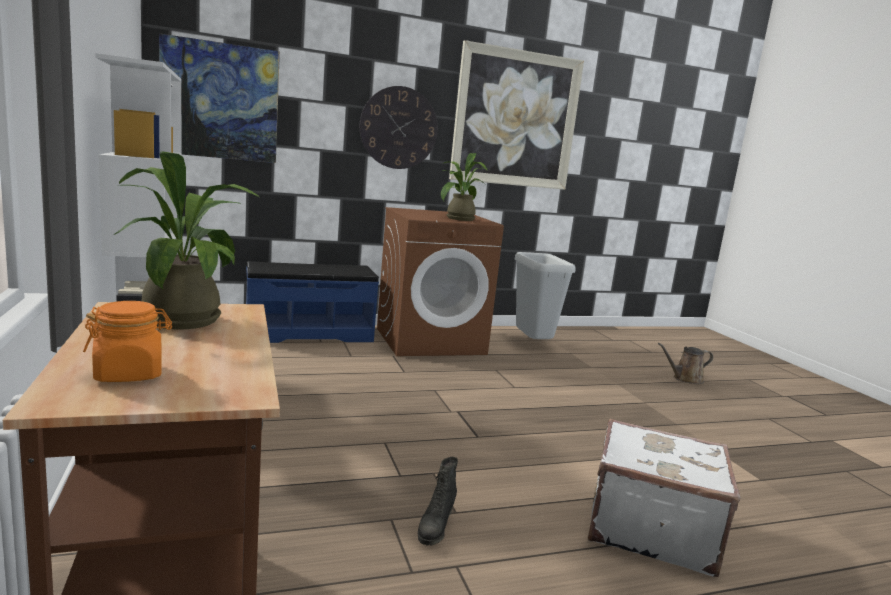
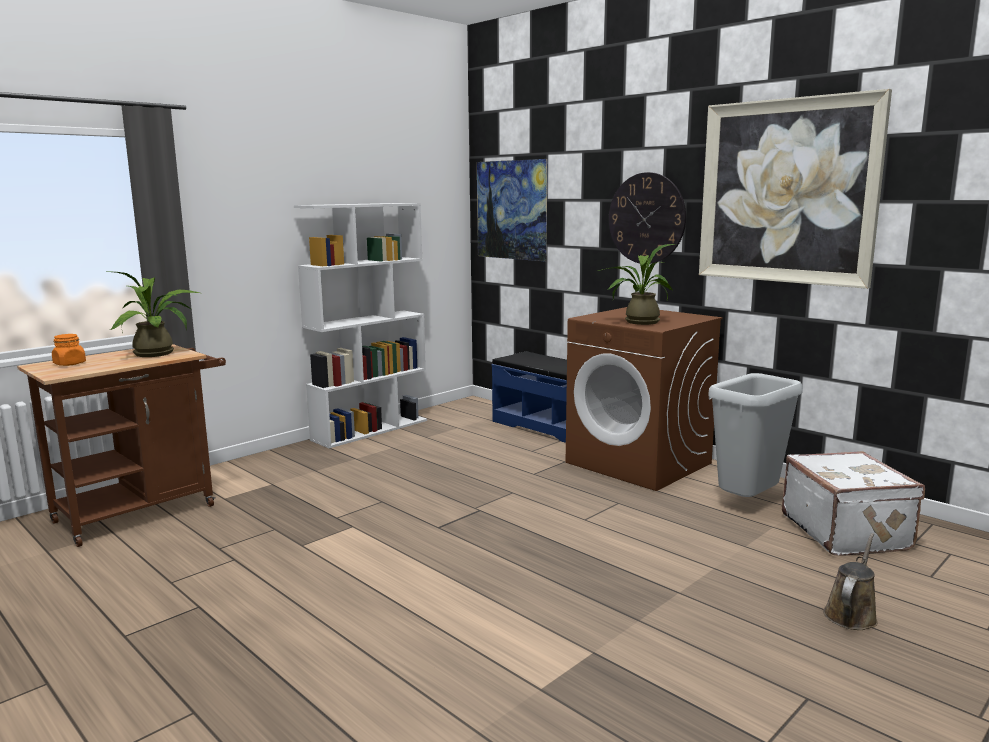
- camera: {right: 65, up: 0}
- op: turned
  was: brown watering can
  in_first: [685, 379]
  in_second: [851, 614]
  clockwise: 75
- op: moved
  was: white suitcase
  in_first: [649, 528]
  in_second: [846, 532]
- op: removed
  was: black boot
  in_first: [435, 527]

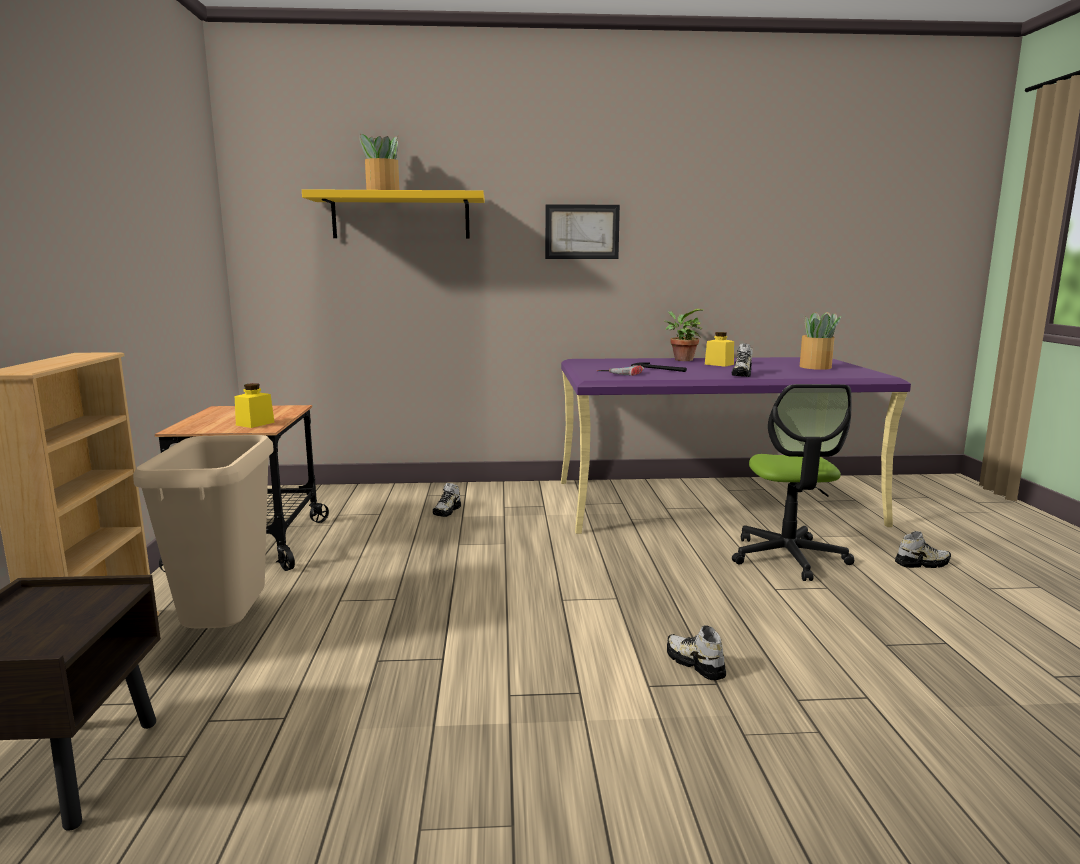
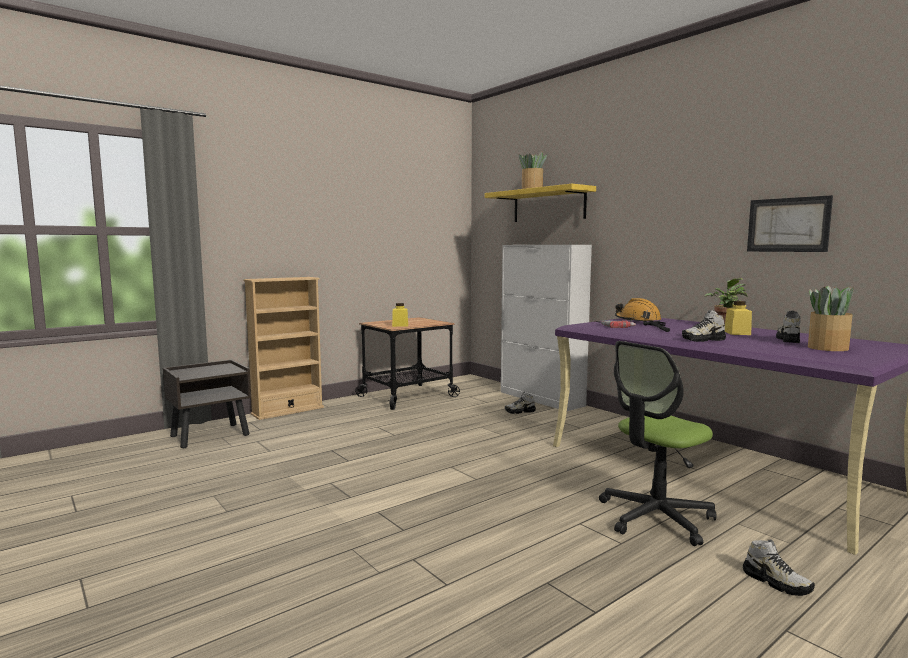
- camera: {right: 55, up: -5}
- op: moved
  was: picture
  in_first: [582, 232]
  in_second: [788, 225]
- op: removed
  was: beige trash can
  in_first: [226, 632]
- op: moved
  was: shoe
  in_first: [695, 664]
  in_second: [787, 340]
- op: added
  now: white cabinet
  in_second: [541, 399]
- op: added
  now: orange hard hat
  in_second: [637, 321]

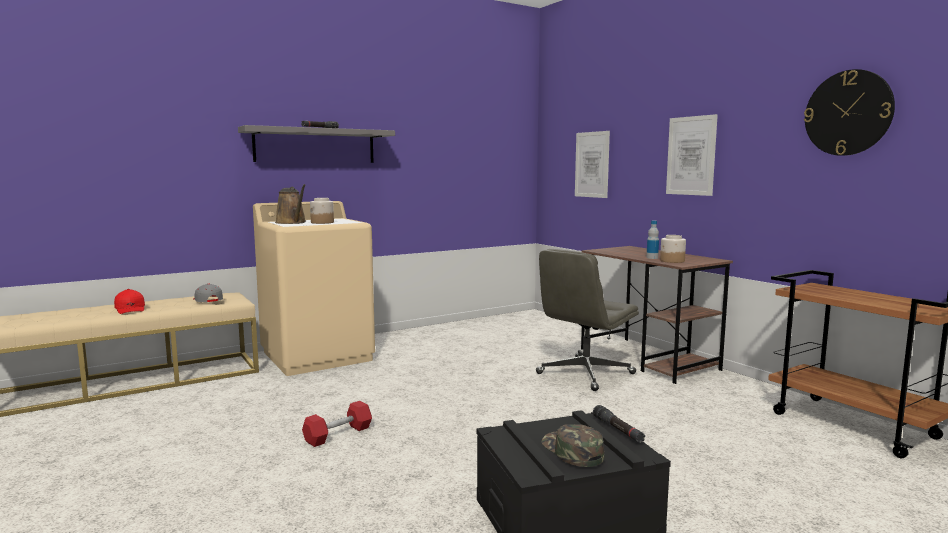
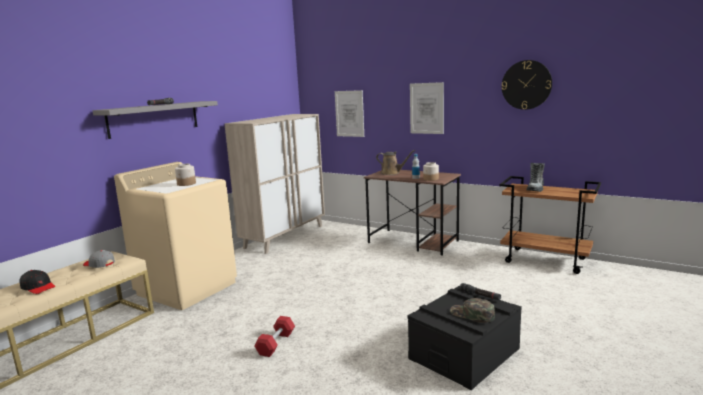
- camera: {right: -25, up: 5}
- op: moved
  was: brown watering can
  in_first: [292, 222]
  in_second: [392, 173]
- op: removed
  was: grey office chair
  in_first: [585, 374]
- op: recoloured
  was: red cap
  now: black cap
  in_first: [130, 309]
  in_second: [38, 287]
- op: added
  now: beige cabinet
  in_second: [285, 236]
- op: added
  now: boot
  in_second: [535, 188]

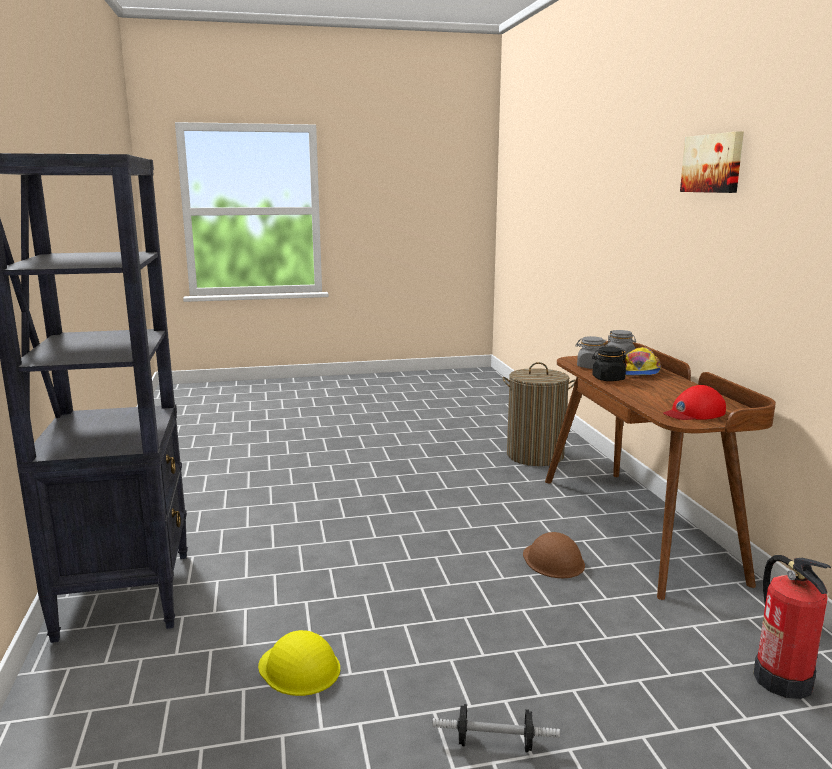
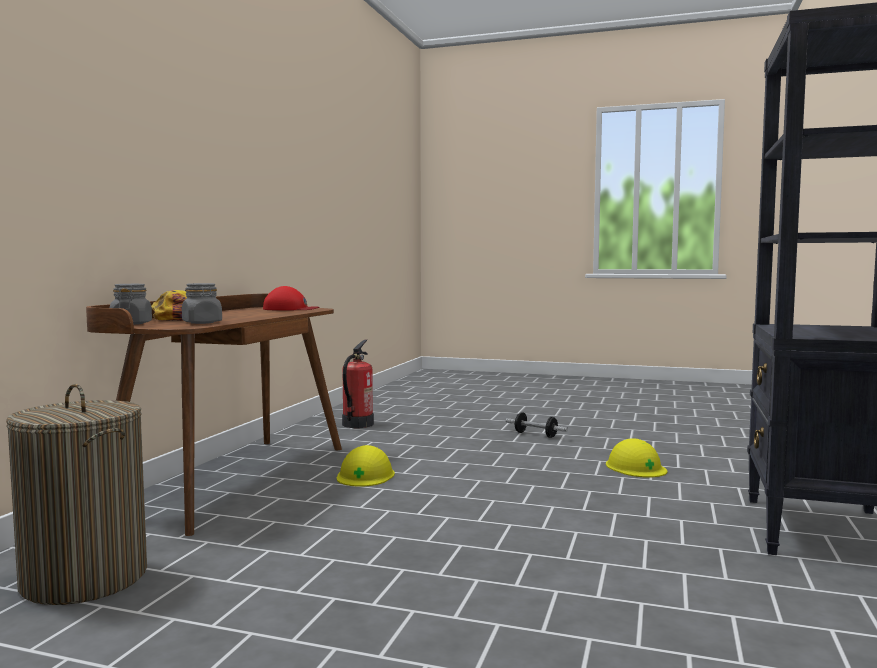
- camera: {right: -150, up: -10}
- op: removed
  was: picture
  in_first: [713, 163]
- op: removed
  was: black jar
  in_first: [608, 379]
- op: recoloured
  was: brown hard hat
  now: yellow hard hat
  in_first: [553, 560]
  in_second: [365, 475]

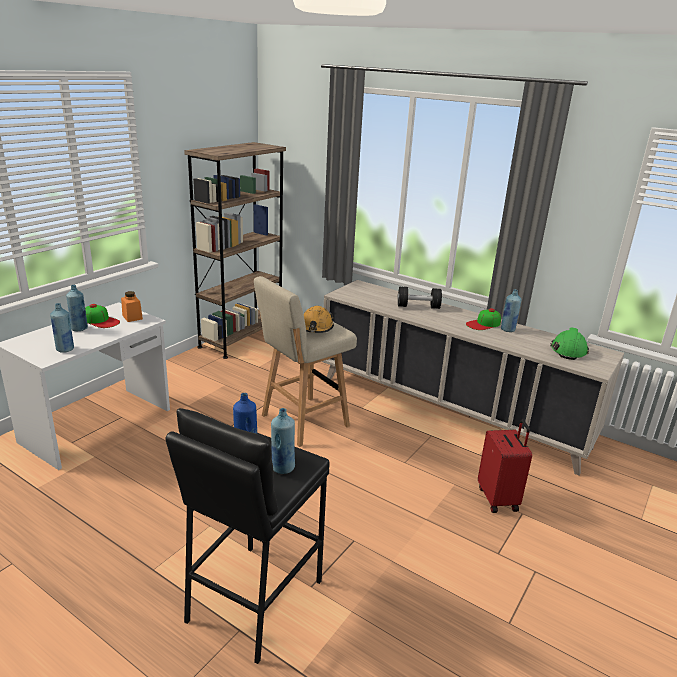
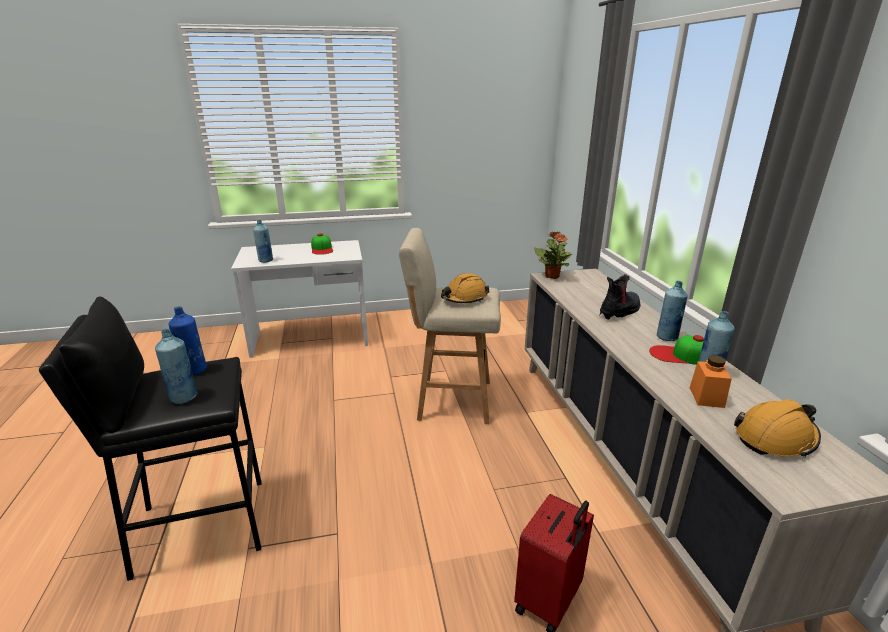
- camera: {right: 45, up: 0}
- op: removed
  was: brown bookcase
  in_first: [241, 338]
- op: moved
  was: blue bottle
  in_first: [79, 328]
  in_second: [667, 337]
- op: replaced
  was: black dumbbell
  now: boot
  in_first: [418, 306]
  in_second: [620, 311]
- op: moved
  was: orange jar
  in_first: [132, 317]
  in_second: [706, 397]
- op: recoloured
  was: green hard hat
  now: orange hard hat
  in_first: [568, 350]
  in_second: [775, 438]
- op: added
  now: potted plant
  in_second: [552, 276]

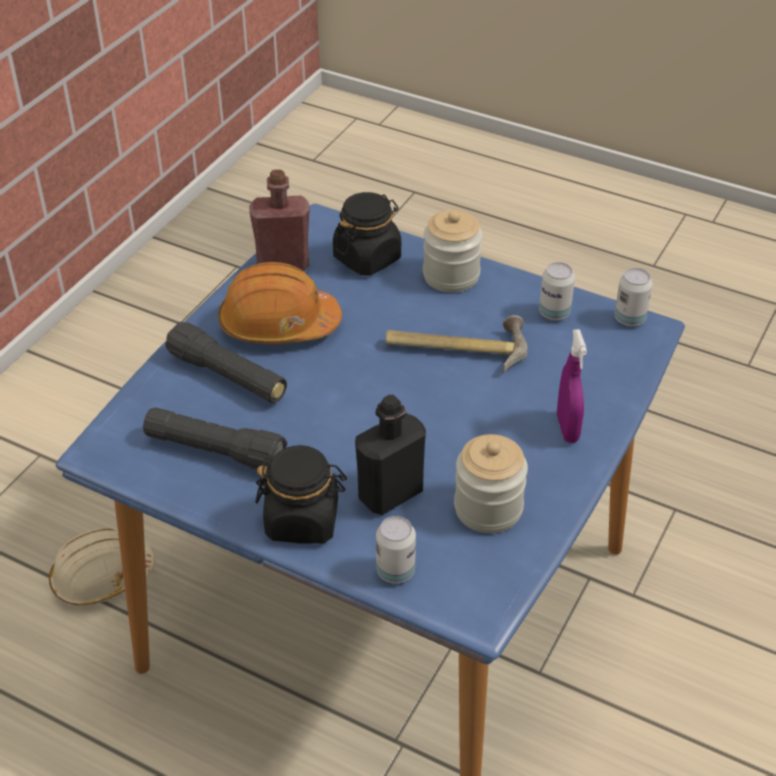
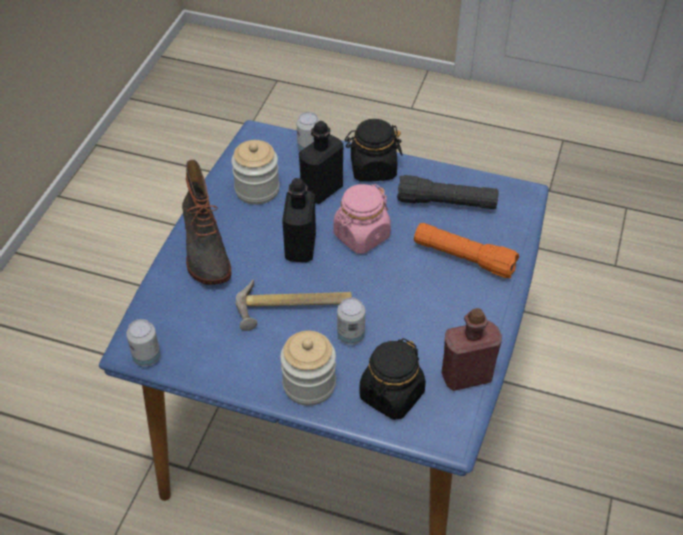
- camera: {right: 170, up: 5}
- op: removed
  was: orange hard hat
  in_first: [278, 324]
- op: moved
  was: can
  in_first: [554, 313]
  in_second: [351, 336]
- op: recoloured
  was: black flashlight
  now: orange flashlight
  in_first: [228, 377]
  in_second: [463, 258]
- op: replaced
  was: purple spray bottle
  now: boot
  in_first: [567, 428]
  in_second: [204, 250]
- op: removed
  was: beige hard hat
  in_first: [102, 577]
- op: added
  now: black bottle
  in_second: [300, 248]
- op: added
  now: pink jar
  in_second: [361, 236]

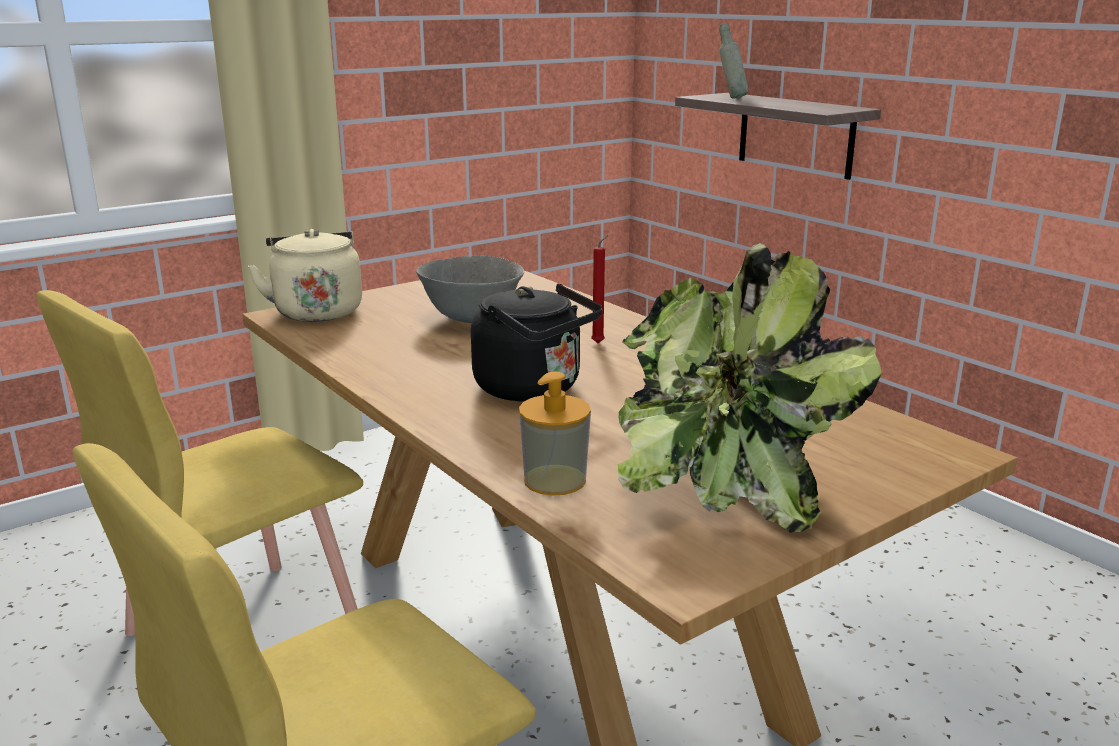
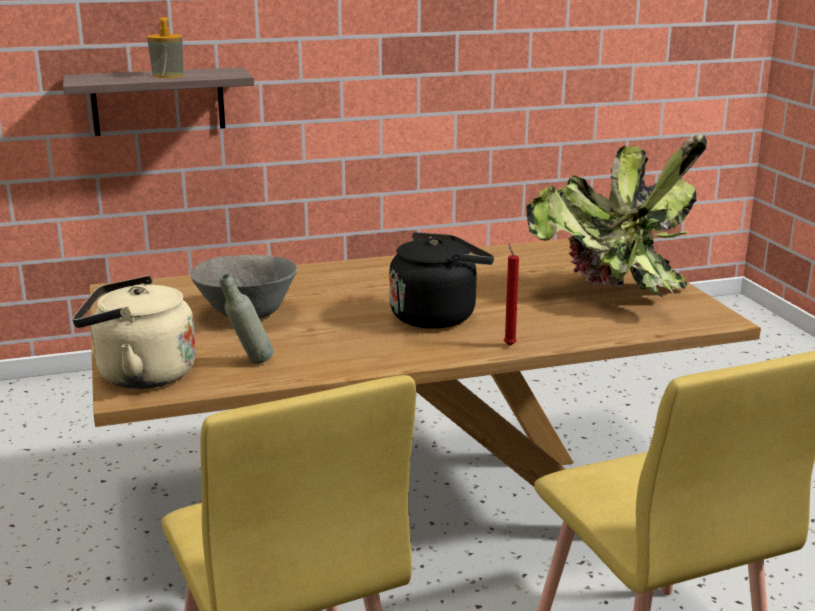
- camera: {right: -70, up: 0}
- op: moved
  was: grey bottle
  in_first: [731, 98]
  in_second: [249, 363]
- op: moved
  was: red candle
  in_first: [599, 343]
  in_second: [509, 344]
- op: moved
  was: soap dispenser
  in_first: [554, 480]
  in_second: [168, 75]

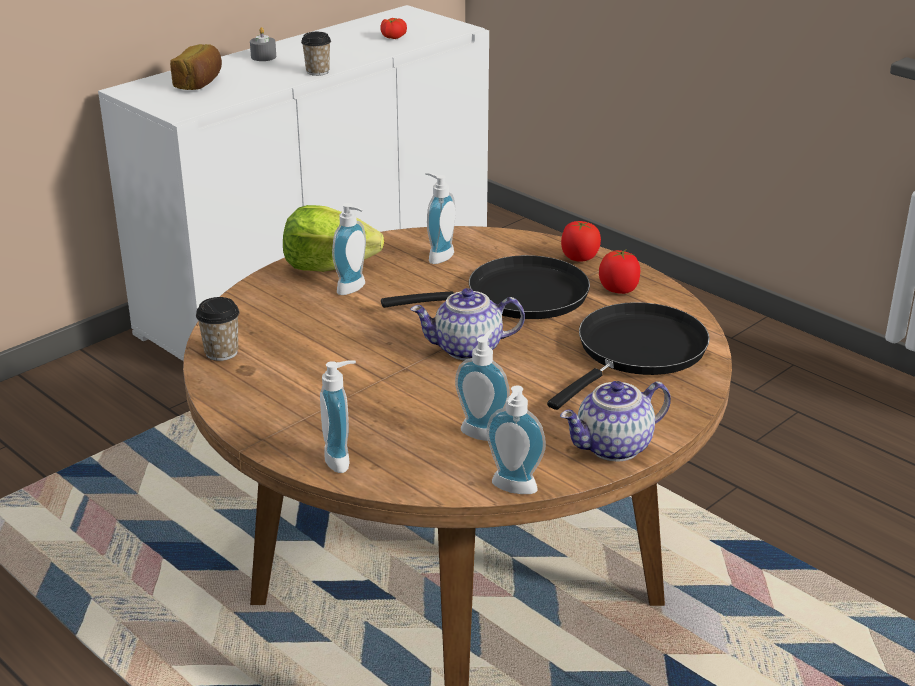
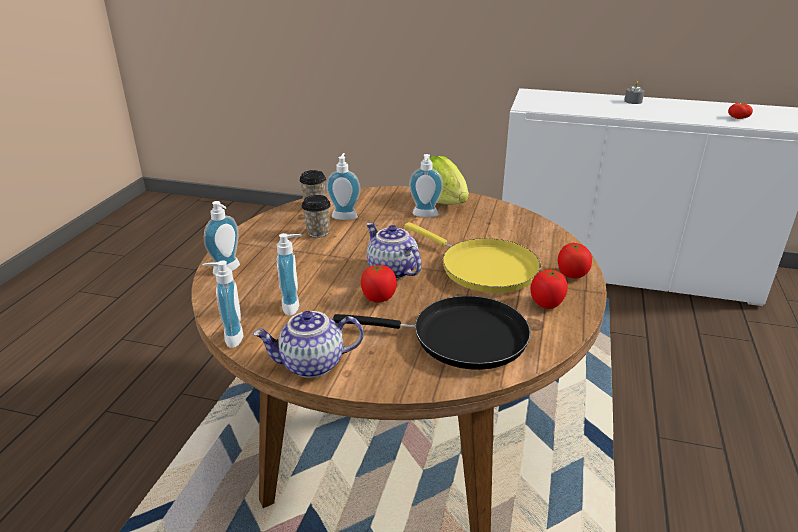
- camera: {right: 60, up: 0}
- op: moved
  was: cup
  in_first: [317, 72]
  in_second: [318, 232]
- op: removed
  was: bread
  in_first: [200, 83]
- op: moved
  was: soap dispenser
  in_first: [437, 256]
  in_second: [345, 216]
- op: recoloured
  was: black frying pan
  now: yellow frying pan
  in_first: [518, 297]
  in_second: [483, 268]
- op: turned
  was: teapot
  in_first: [614, 448]
  in_second: [311, 365]
  clockwise: -45
- op: added
  now: tomato
  in_second: [379, 298]

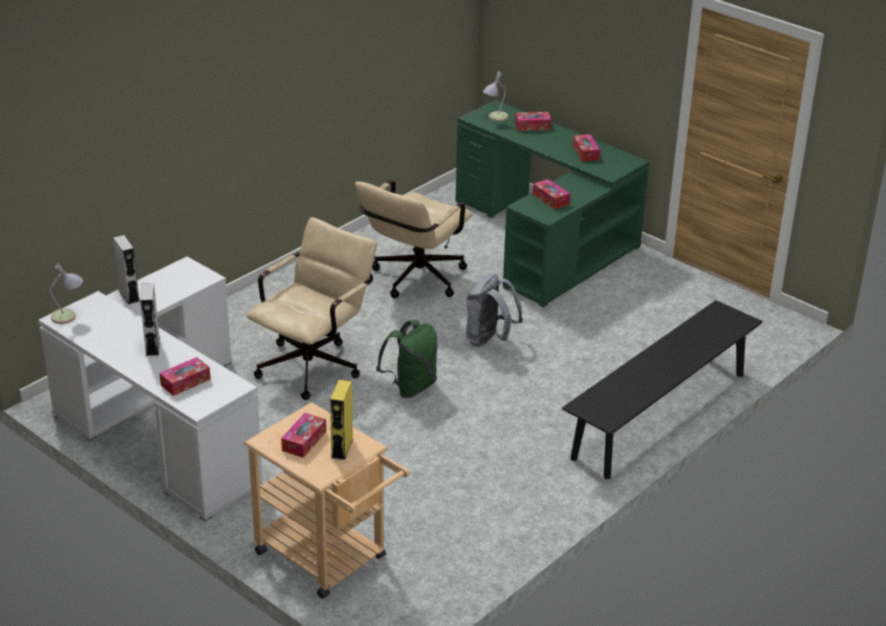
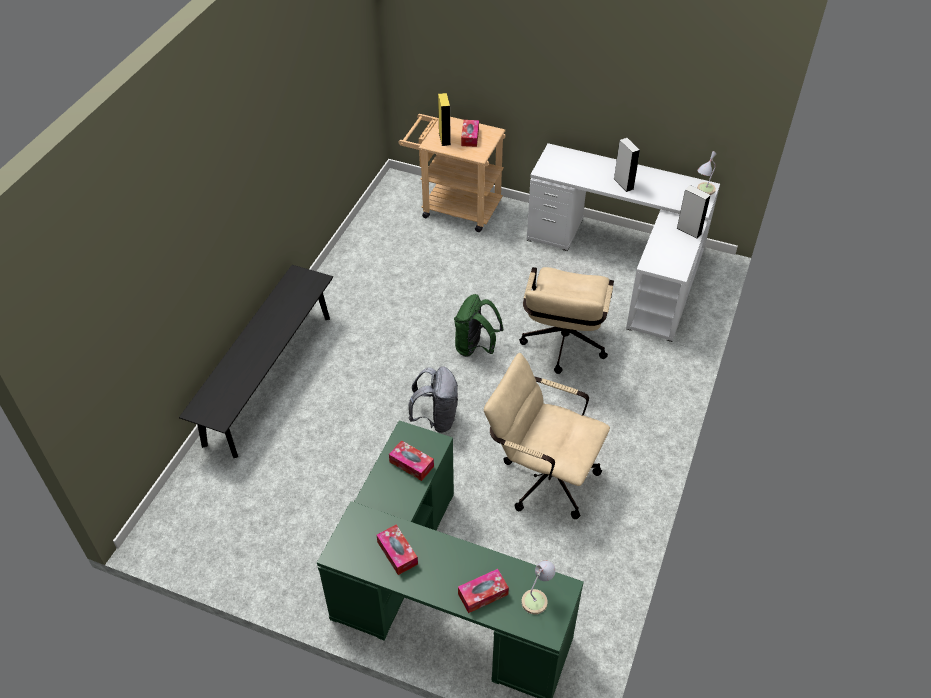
- camera: {right: 160, up: 15}
- op: turned
  was: beige office chair
  in_first: [414, 281]
  in_second: [542, 476]
  clockwise: -75
- op: removed
  was: tissue box
  in_first: [185, 382]

